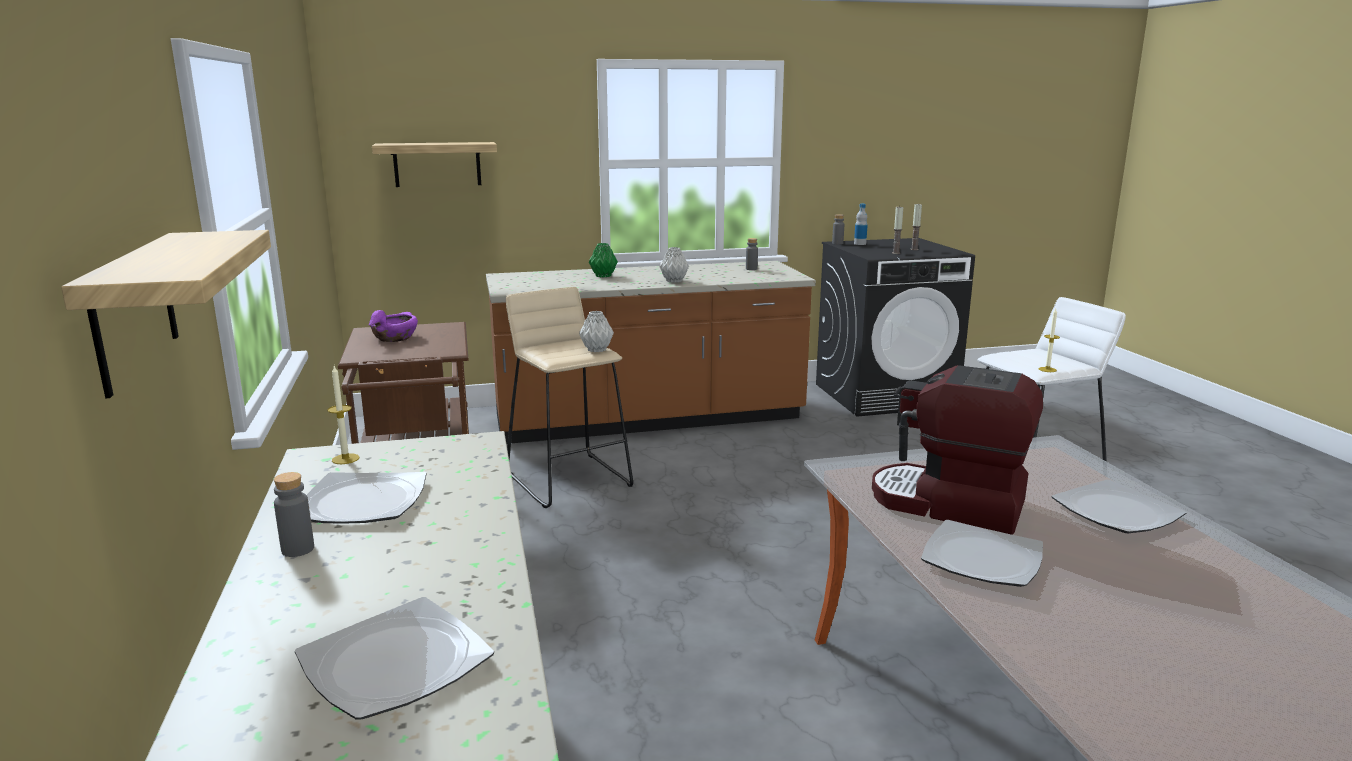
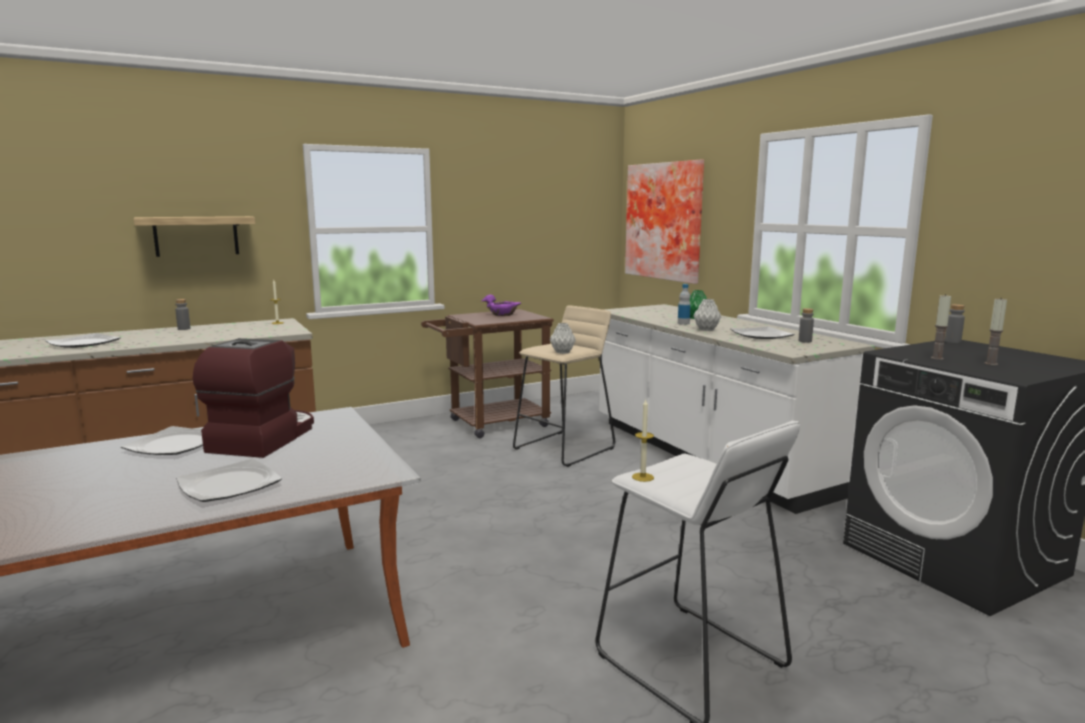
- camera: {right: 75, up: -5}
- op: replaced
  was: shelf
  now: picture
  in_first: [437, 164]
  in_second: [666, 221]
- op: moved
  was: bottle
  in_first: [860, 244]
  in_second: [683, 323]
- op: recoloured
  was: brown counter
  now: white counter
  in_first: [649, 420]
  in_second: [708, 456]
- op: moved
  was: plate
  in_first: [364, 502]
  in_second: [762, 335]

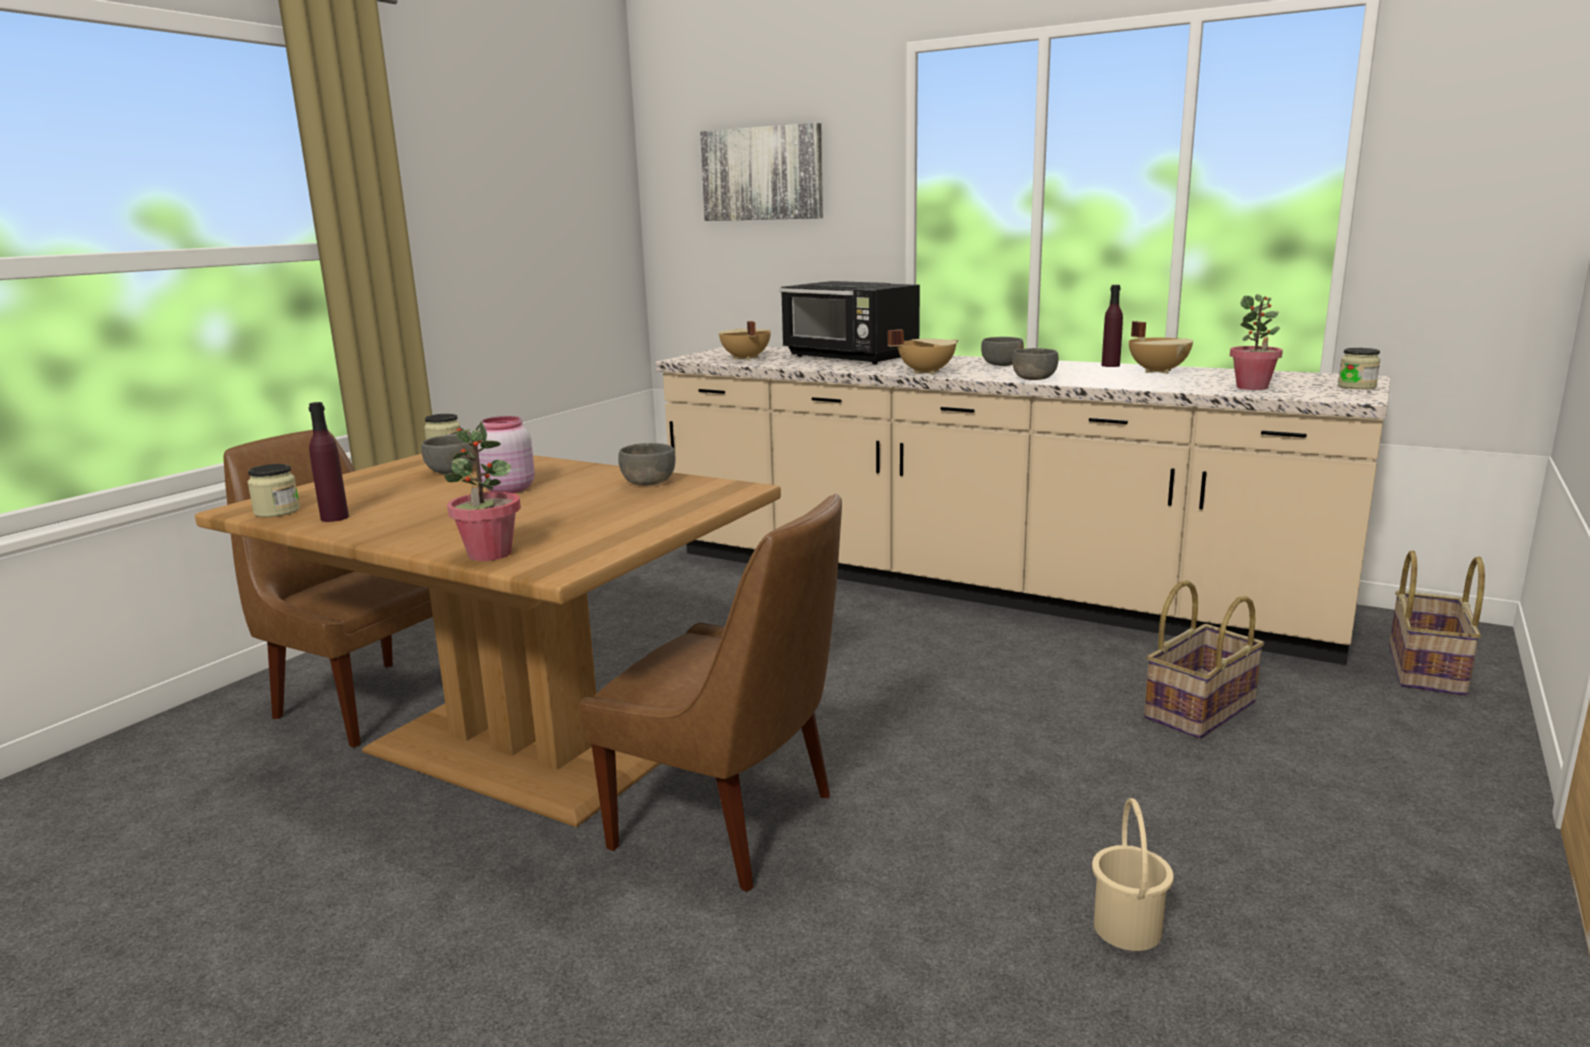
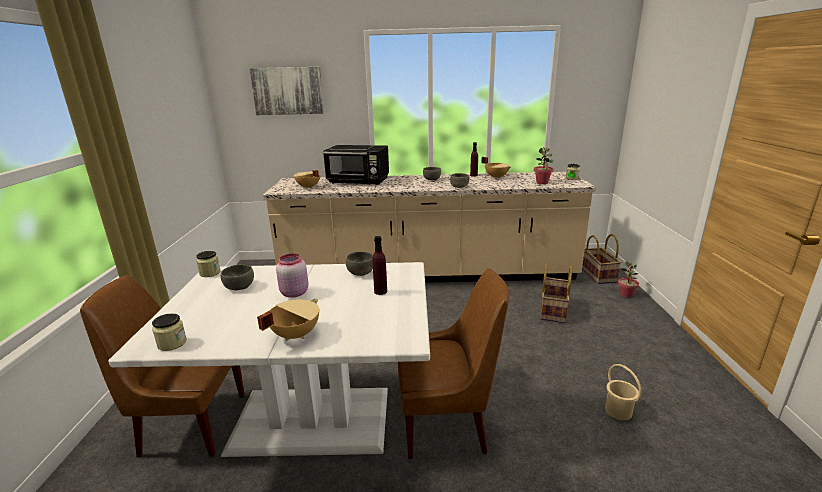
- camera: {right: -30, up: 5}
- op: moved
  was: beige cooking pot
  in_first: [925, 372]
  in_second: [295, 334]
- op: moved
  was: purple bottle
  in_first: [334, 518]
  in_second: [380, 291]
- op: moved
  was: potted plant
  in_first: [489, 554]
  in_second: [626, 295]
- op: recoloured
  was: brown dining table
  now: white dining table
  in_first: [523, 749]
  in_second: [312, 421]

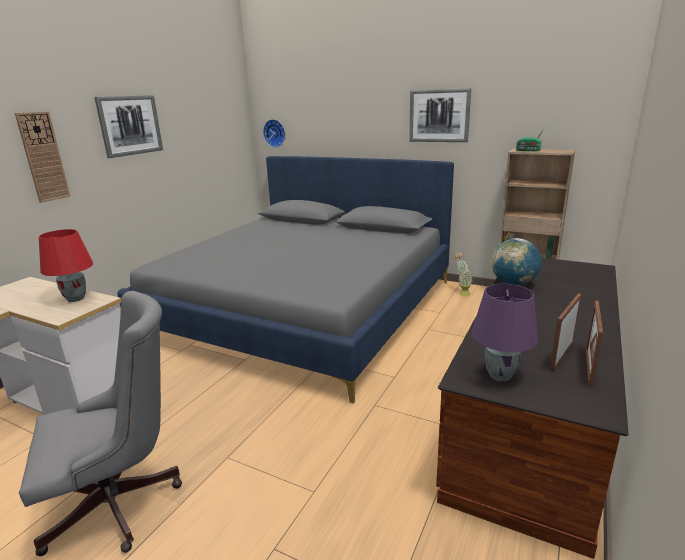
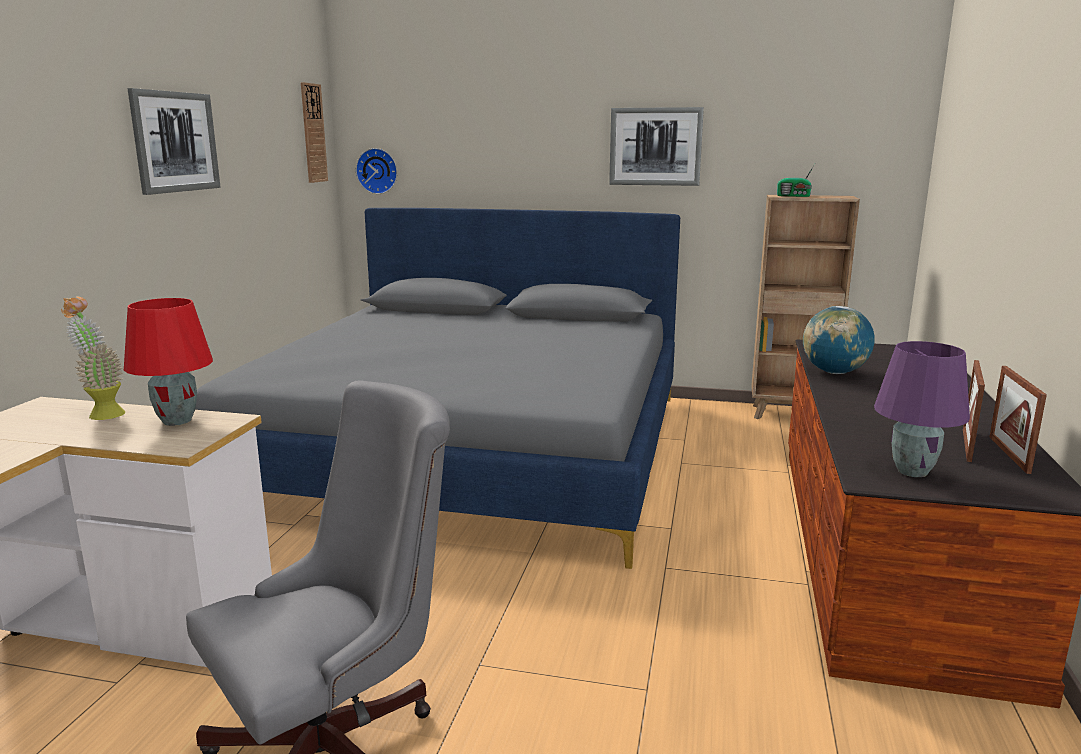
- camera: {right: -15, up: -5}
- op: moved
  was: wall clock
  in_first: [43, 157]
  in_second: [313, 133]
- op: moved
  was: potted plant
  in_first: [461, 293]
  in_second: [101, 413]

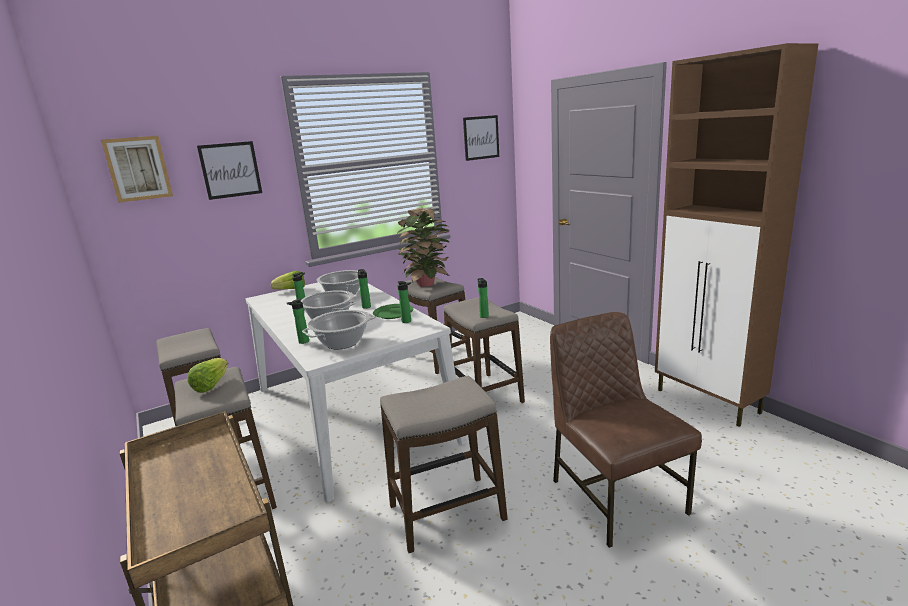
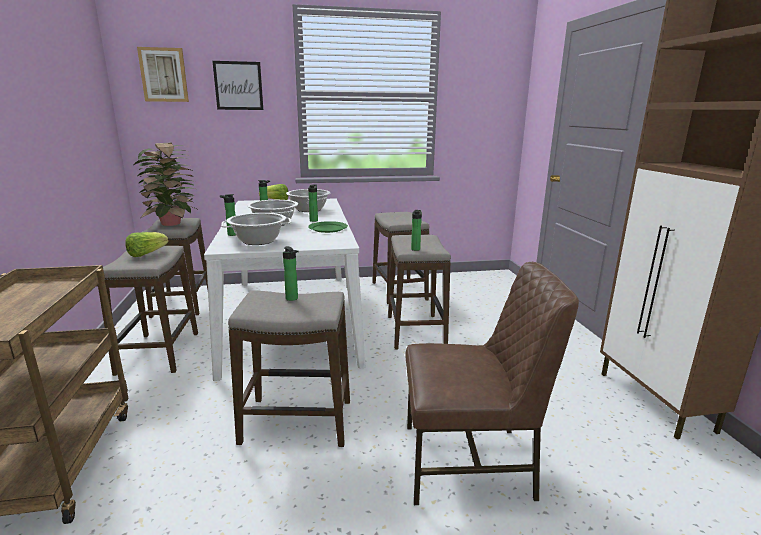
- camera: {right: 20, up: 0}
- op: removed
  was: picture
  in_first: [481, 137]
- op: moved
  was: potted plant
  in_first: [427, 284]
  in_second: [172, 224]
- op: moved
  was: bottle
  in_first: [408, 321]
  in_second: [293, 299]
- op: turned
  was: brown chair
  in_first: [615, 495]
  in_second: [469, 462]
  clockwise: 90

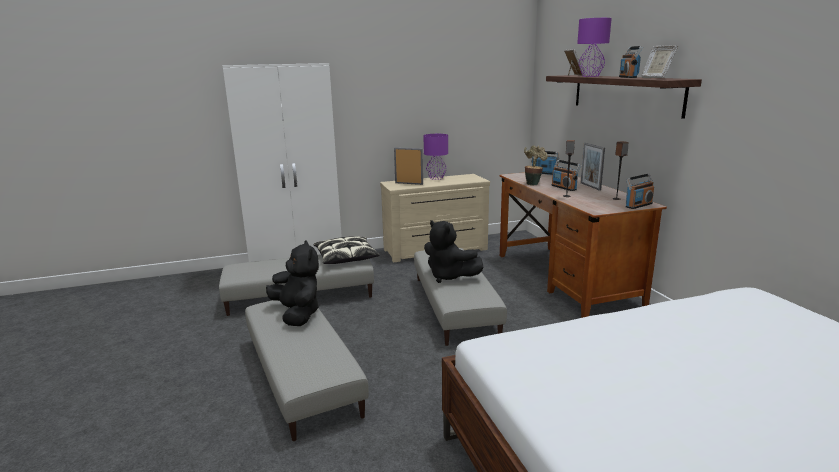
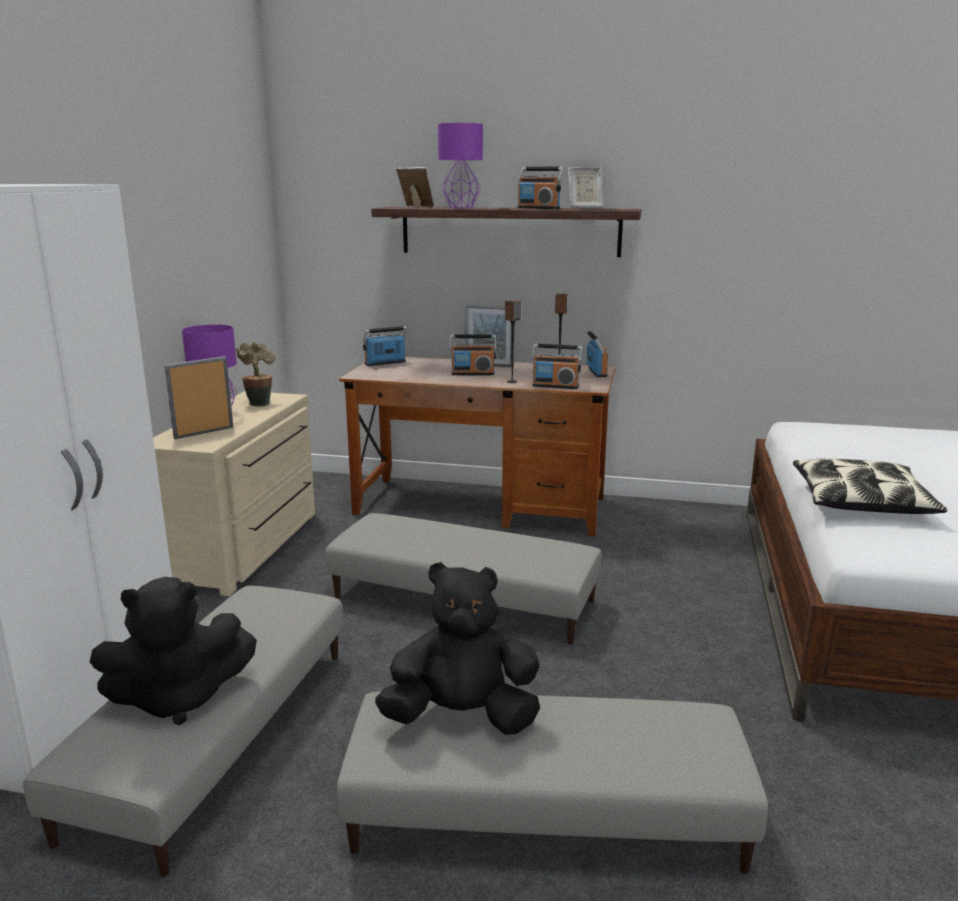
- camera: {right: -60, up: 0}
- op: moved
  was: potted plant
  in_first: [533, 183]
  in_second: [259, 403]
- op: moved
  was: black plush toy
  in_first: [449, 276]
  in_second: [178, 699]
- op: moved
  was: pillow
  in_first: [346, 257]
  in_second: [861, 501]
- op: added
  now: radio
  in_second: [555, 386]

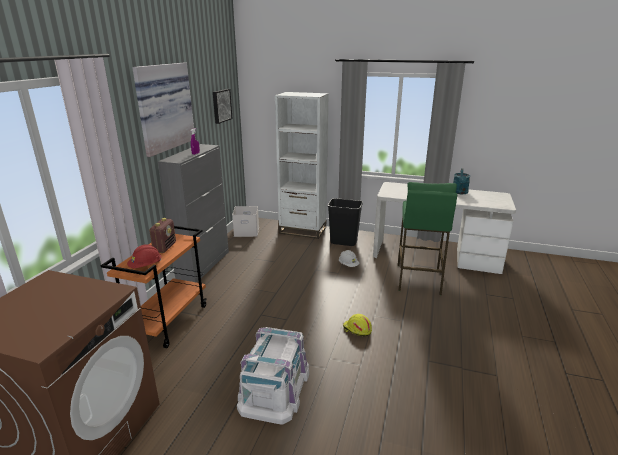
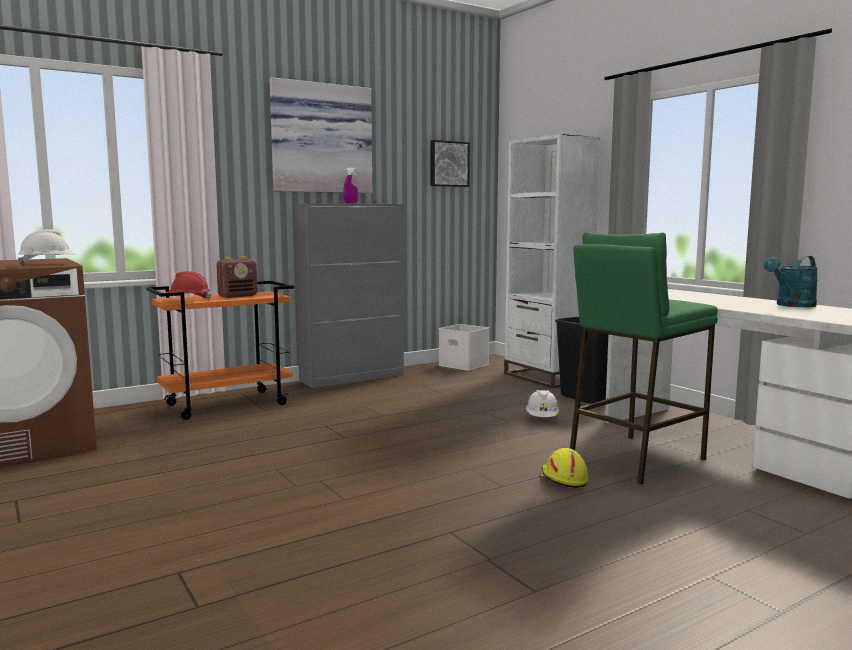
- camera: {right: 40, up: -15}
- op: moved
  was: yellow hard hat
  in_first: [357, 329]
  in_second: [563, 479]
- op: removed
  was: white storage box
  in_first: [274, 387]
- op: added
  now: white hard hat
  in_second: [48, 264]

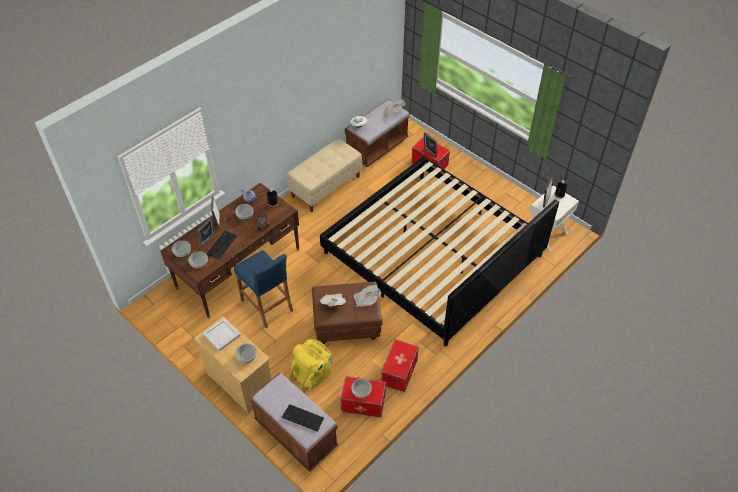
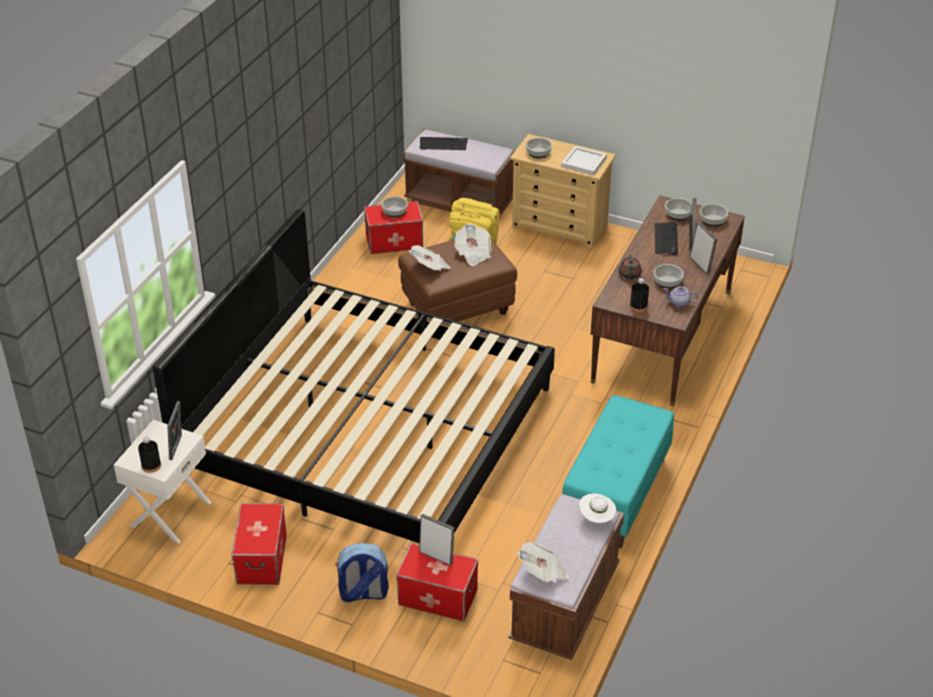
- camera: {right: 160, up: -10}
- op: recoloured
  was: beige bench
  now: turquoise bench
  in_first: [326, 186]
  in_second: [616, 494]
- op: removed
  was: blue stool
  in_first: [267, 305]
- op: moved
  was: storage box
  in_first: [399, 372]
  in_second: [262, 559]
- op: added
  now: backpack
  in_second: [363, 594]

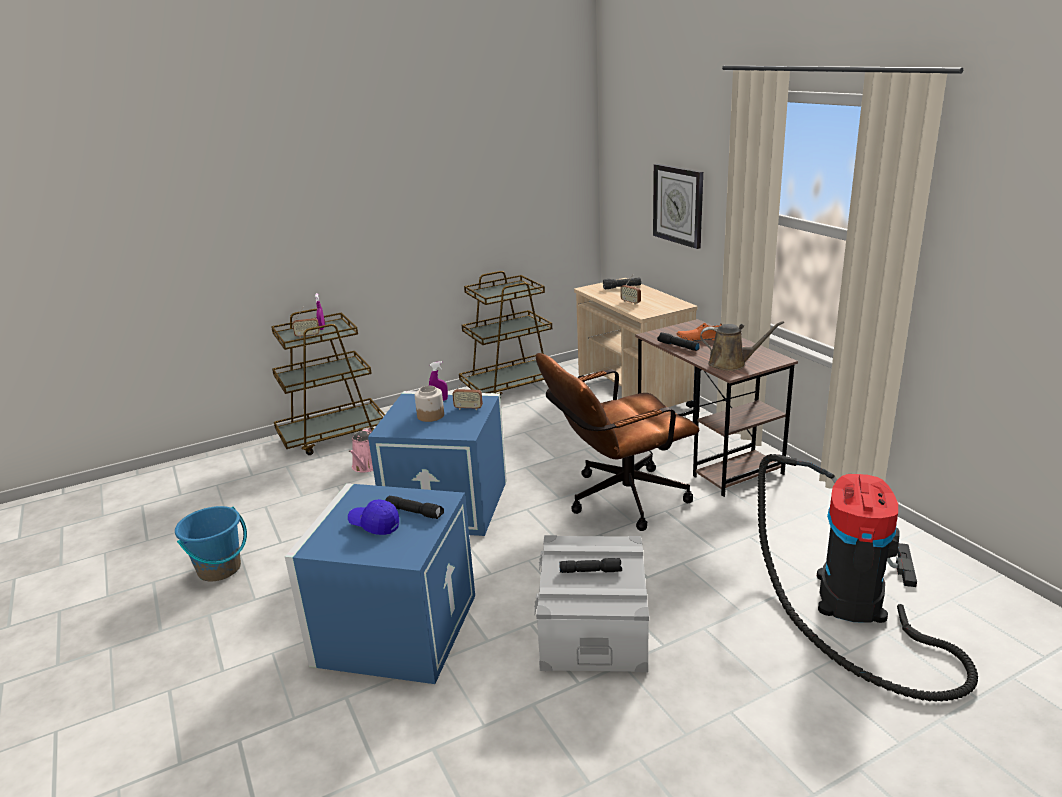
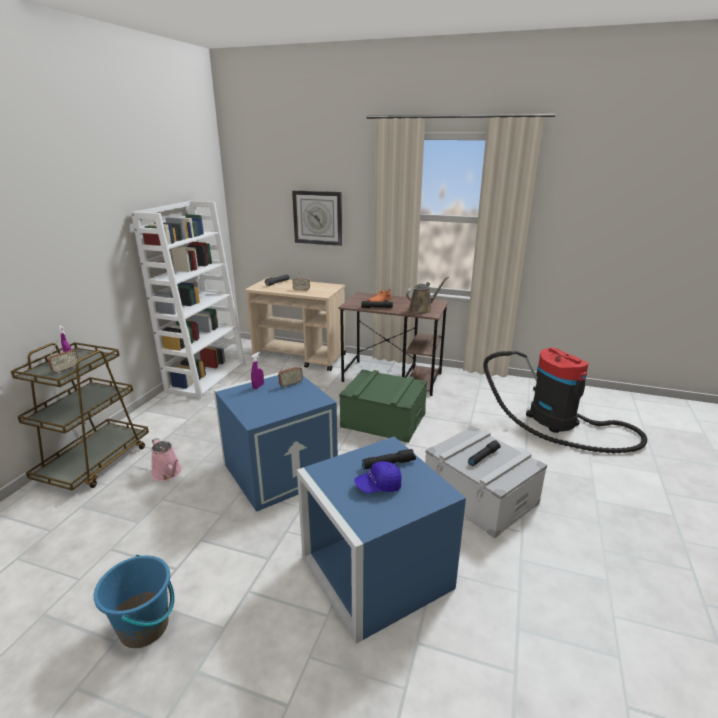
- camera: {right: -45, up: 0}
- op: replaced
  was: brown cart
  now: white bookcase
  in_first: [511, 386]
  in_second: [207, 376]
- op: replaced
  was: brown office chair
  now: green storage box
  in_first: [617, 500]
  in_second: [383, 420]
- op: removed
  was: jar
  in_first: [431, 415]

